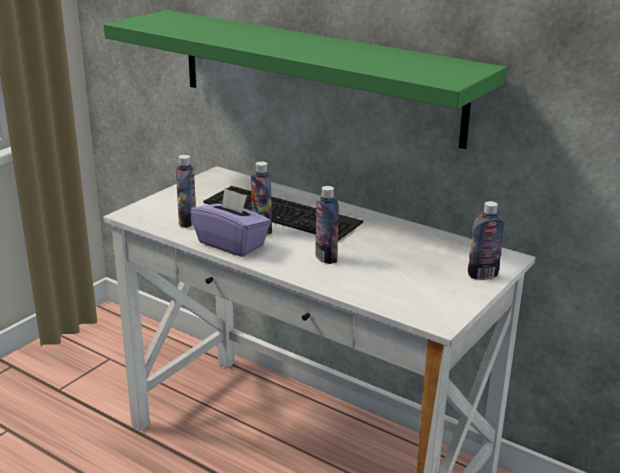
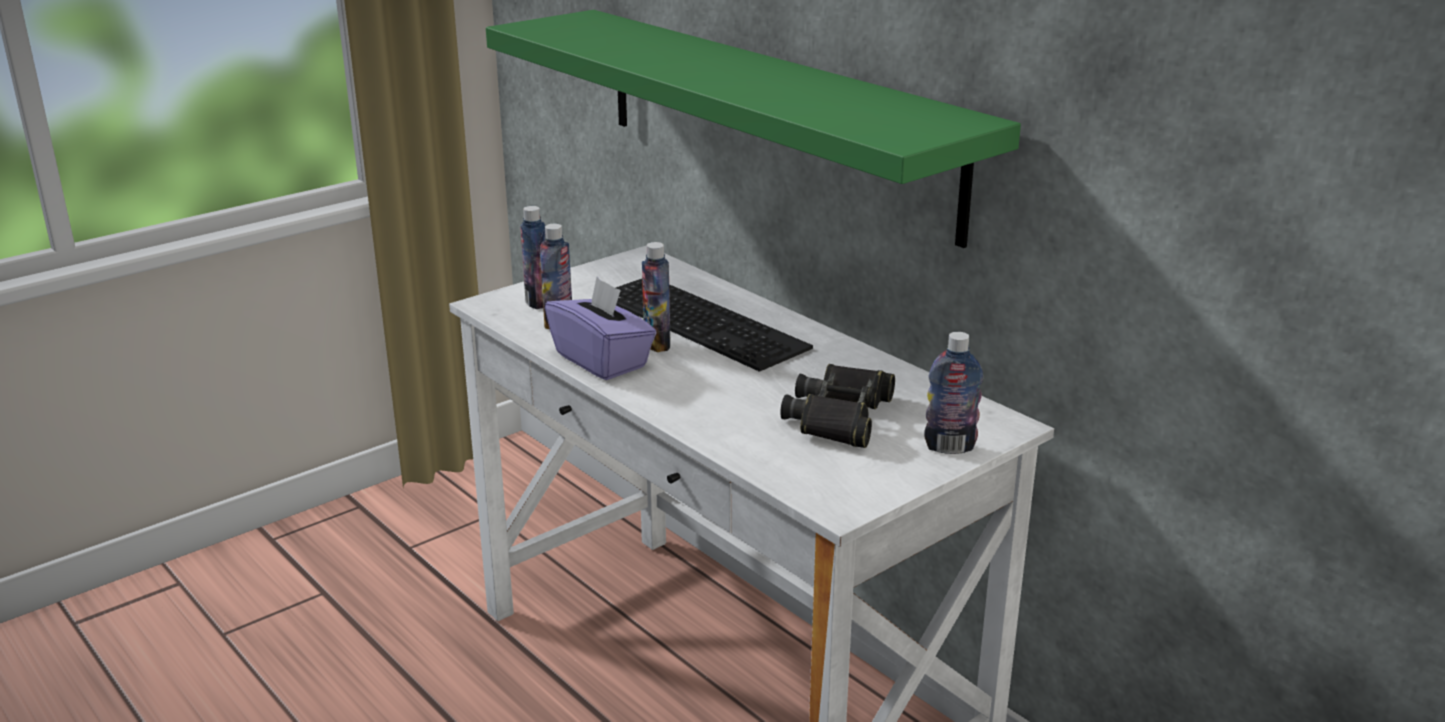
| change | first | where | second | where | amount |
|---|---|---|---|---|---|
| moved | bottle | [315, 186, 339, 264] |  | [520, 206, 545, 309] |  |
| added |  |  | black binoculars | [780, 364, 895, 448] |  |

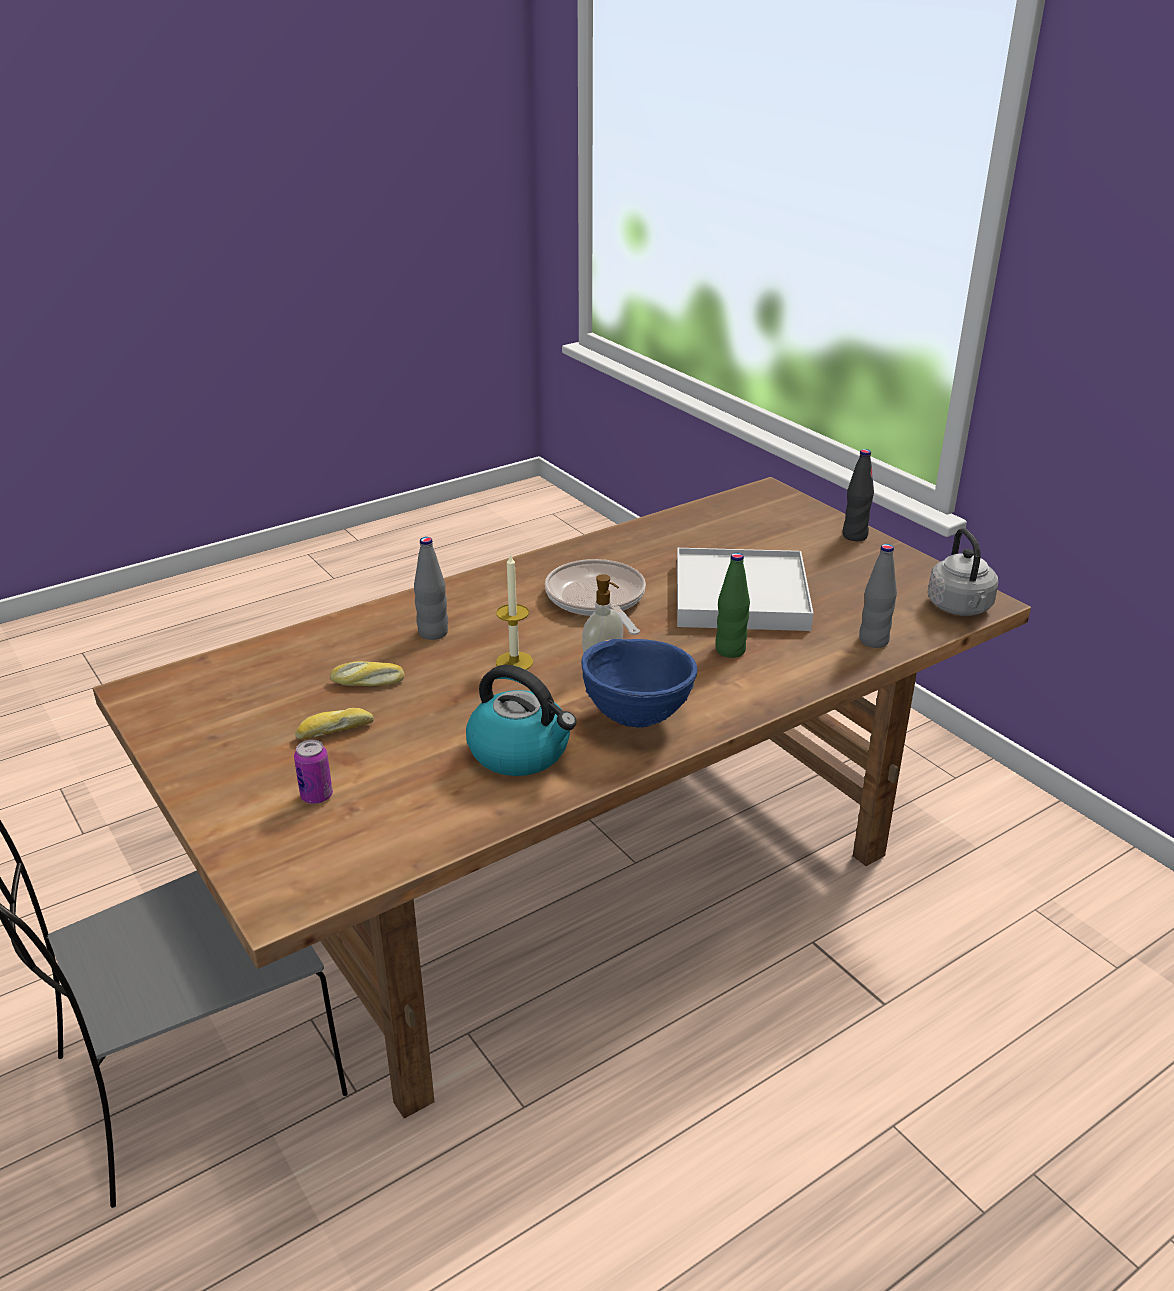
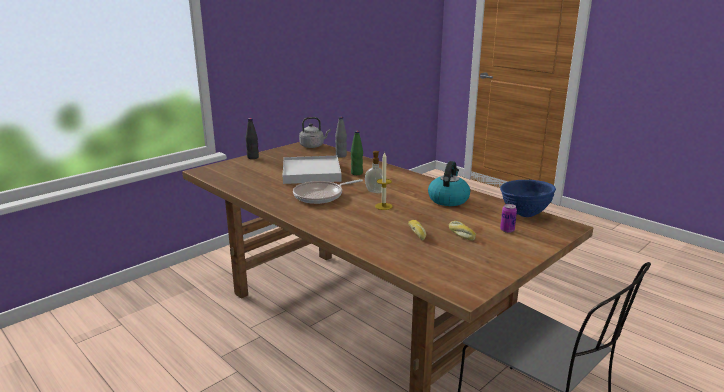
| change | first | where | second | where | amount |
|---|---|---|---|---|---|
| moved | blue bowl | [581, 639, 697, 728] |  | [500, 180, 556, 217] |  |
| removed | grey bottle | [414, 537, 448, 640] |  |  |  |

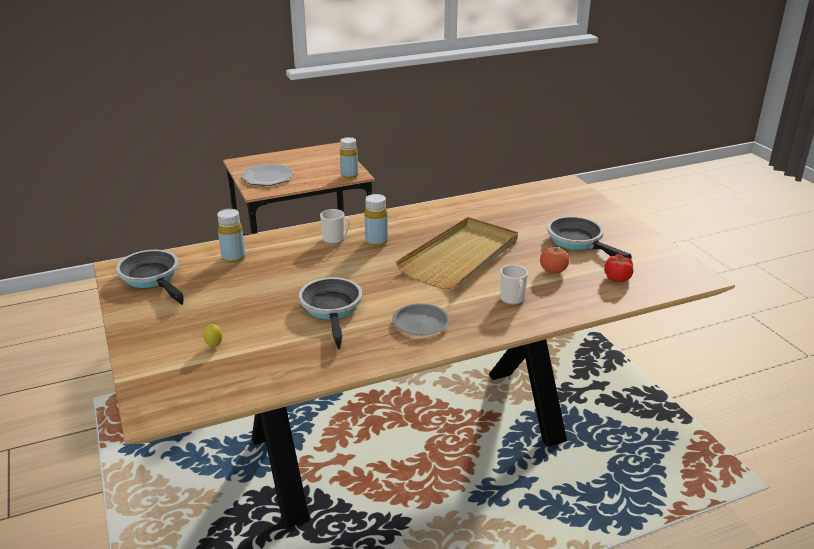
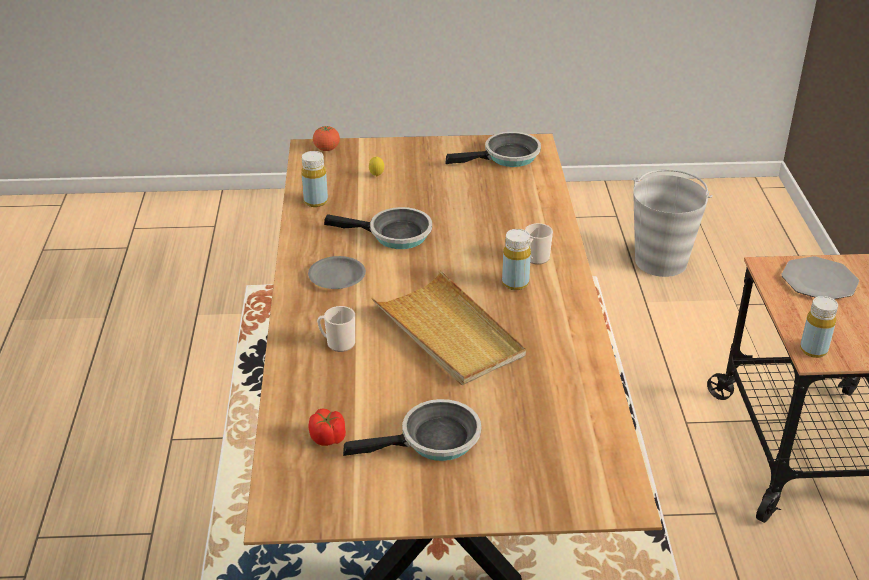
| change | first | where | second | where | amount |
|---|---|---|---|---|---|
| moved | yellow bottle | [217, 209, 245, 263] |  | [301, 151, 328, 207] |  |
| moved | tomato | [540, 247, 569, 274] |  | [313, 126, 340, 151] |  |
| added |  |  | grey bucket | [633, 169, 713, 277] |  |

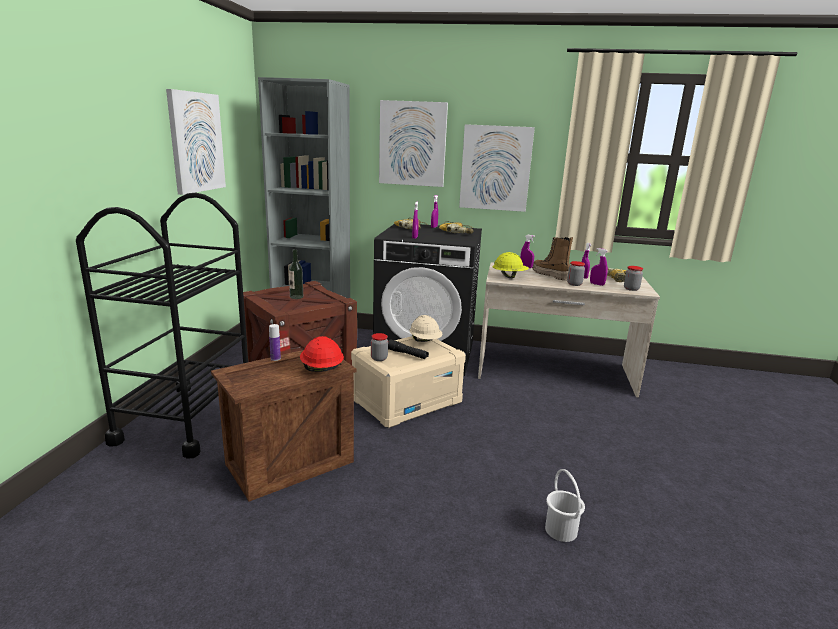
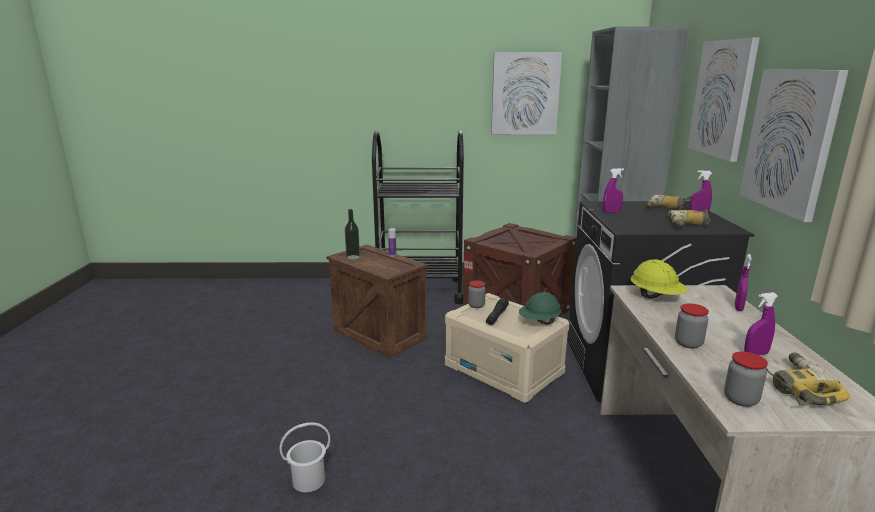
| change | first | where | second | where | amount |
|---|---|---|---|---|---|
| moved | bottle | [289, 249, 303, 299] |  | [345, 209, 360, 260] |  |
| recoloured | beige hard hat | [409, 315, 443, 342] | green hard hat | [519, 292, 561, 325] |  |
| removed | red hard hat | [300, 336, 344, 372] |  |  |  |
| removed | boot | [532, 237, 573, 281] |  |  |  |
| removed | purple spray bottle | [590, 248, 608, 286] |  |  |  |

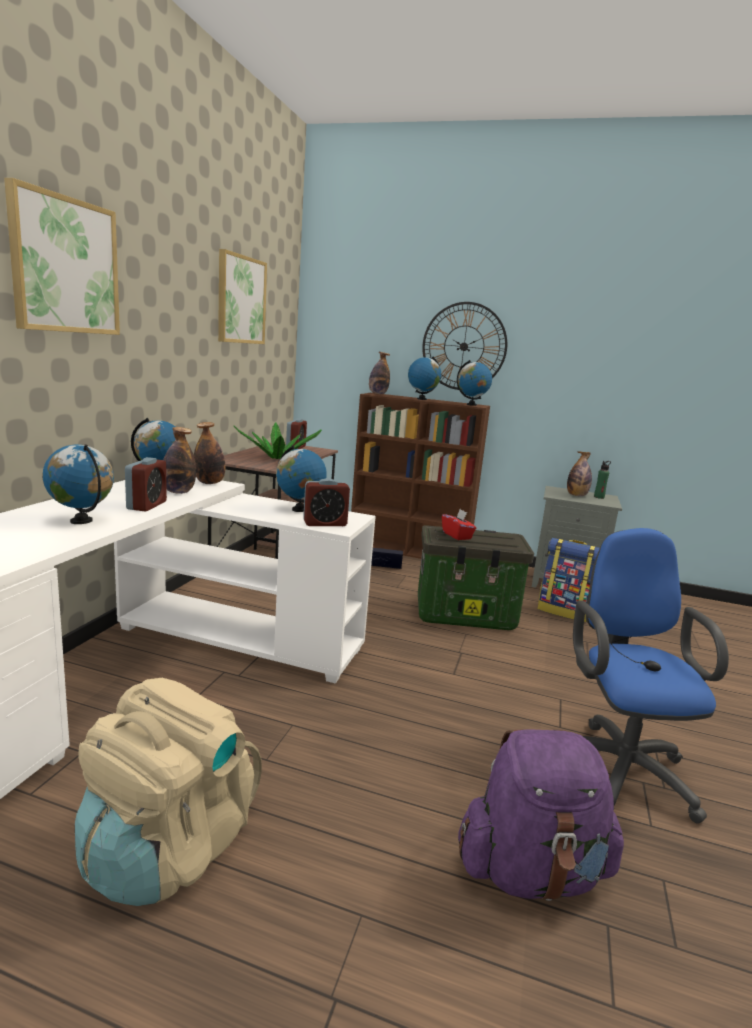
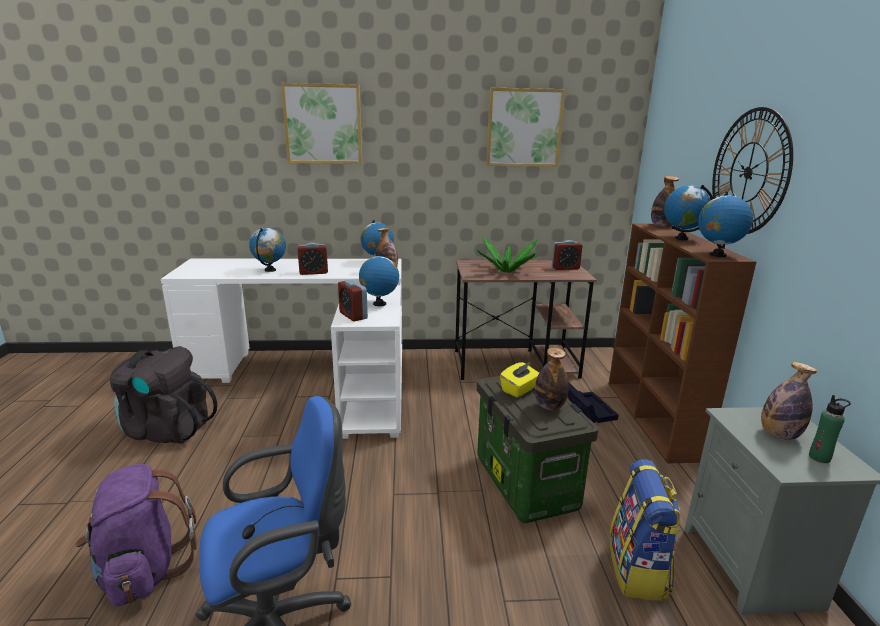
| change | first | where | second | where | amount |
|---|---|---|---|---|---|
| recoloured | beige backpack | [75, 678, 262, 906] | black backpack | [110, 346, 218, 444] |  |
| recoloured | red tissue box | [442, 509, 476, 540] | yellow tissue box | [500, 362, 539, 397] |  |
| moved | bottle | [163, 427, 196, 494] |  | [535, 347, 569, 410] |  |

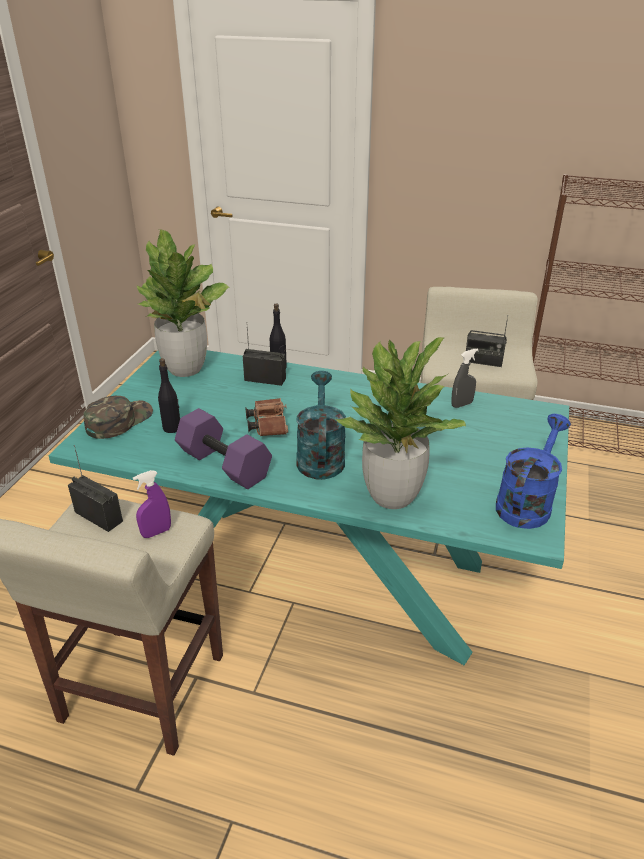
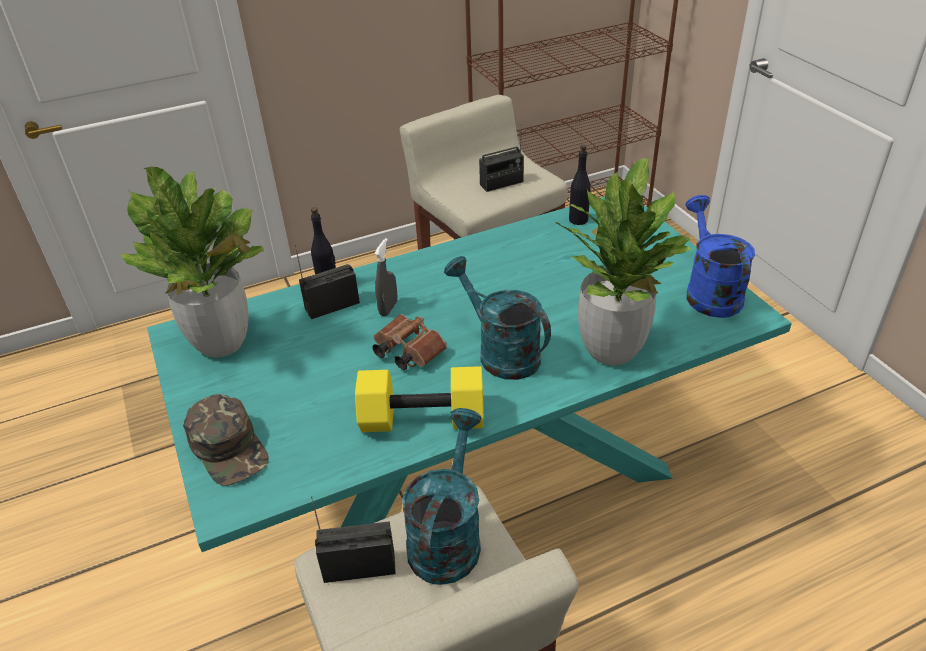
| change | first | where | second | where | amount |
|---|---|---|---|---|---|
| turned | green cap | [83, 396, 153, 439] |  | [183, 394, 269, 486] | 150 degrees clockwise |
| recoloured | purple dumbbell | [175, 408, 272, 489] | yellow dumbbell | [355, 366, 484, 432] |  |
| moved | grey spray bottle | [451, 348, 478, 408] |  | [375, 238, 397, 316] |  |
| replaced | purple spray bottle | [133, 470, 171, 538] | turquoise watering can | [402, 408, 482, 585] |  |
| moved | black bottle | [158, 358, 180, 433] |  | [569, 144, 591, 225] |  |

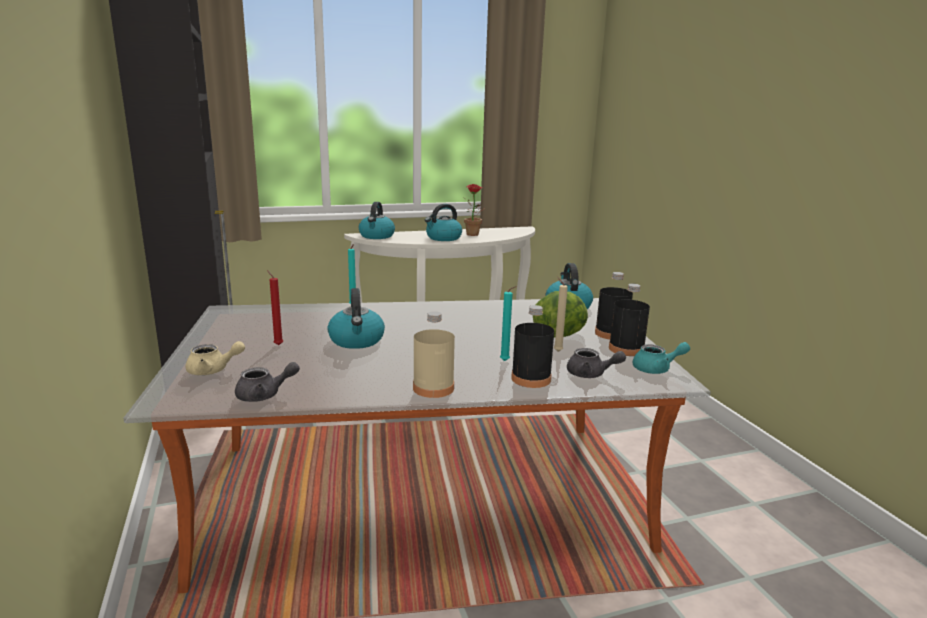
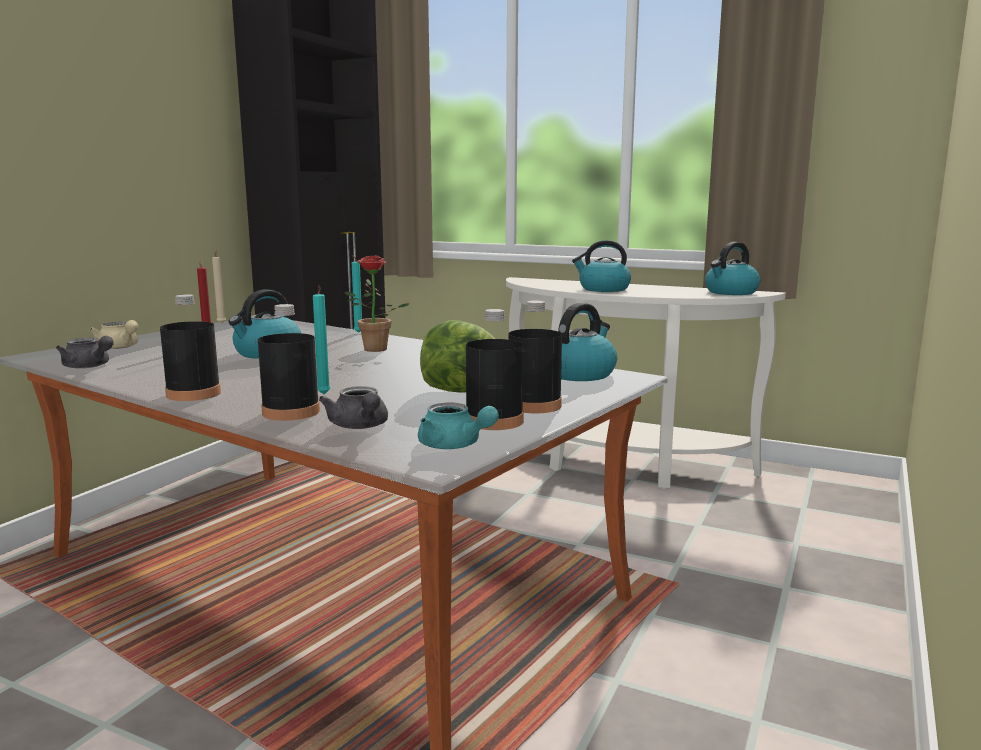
| change | first | where | second | where | amount |
|---|---|---|---|---|---|
| recoloured | beige bottle | [413, 311, 455, 398] | black bottle | [160, 294, 221, 401] |  |
| moved | beige candle | [554, 277, 568, 352] |  | [212, 249, 226, 324] |  |
| moved | potted plant | [464, 184, 485, 236] |  | [344, 255, 409, 352] |  |
| moved | kettle | [359, 202, 395, 239] |  | [705, 242, 760, 295] |  |

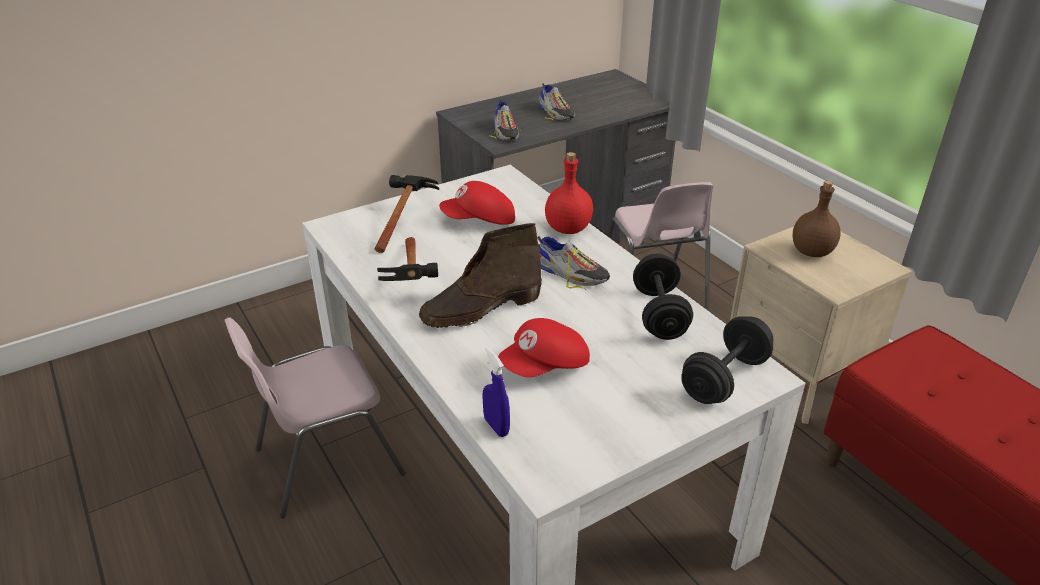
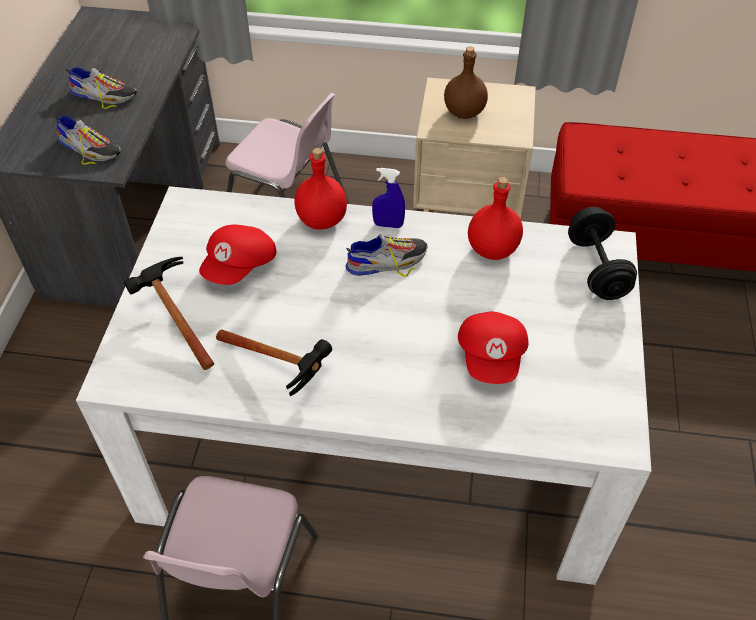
| change | first | where | second | where | amount |
|---|---|---|---|---|---|
| moved | blue spray bottle | [482, 347, 510, 437] |  | [372, 168, 405, 228] |  |
| replaced | black dumbbell | [633, 254, 693, 340] | red bottle | [468, 177, 523, 260] |  |
| removed | brown boot | [419, 223, 542, 328] |  |  |  |

